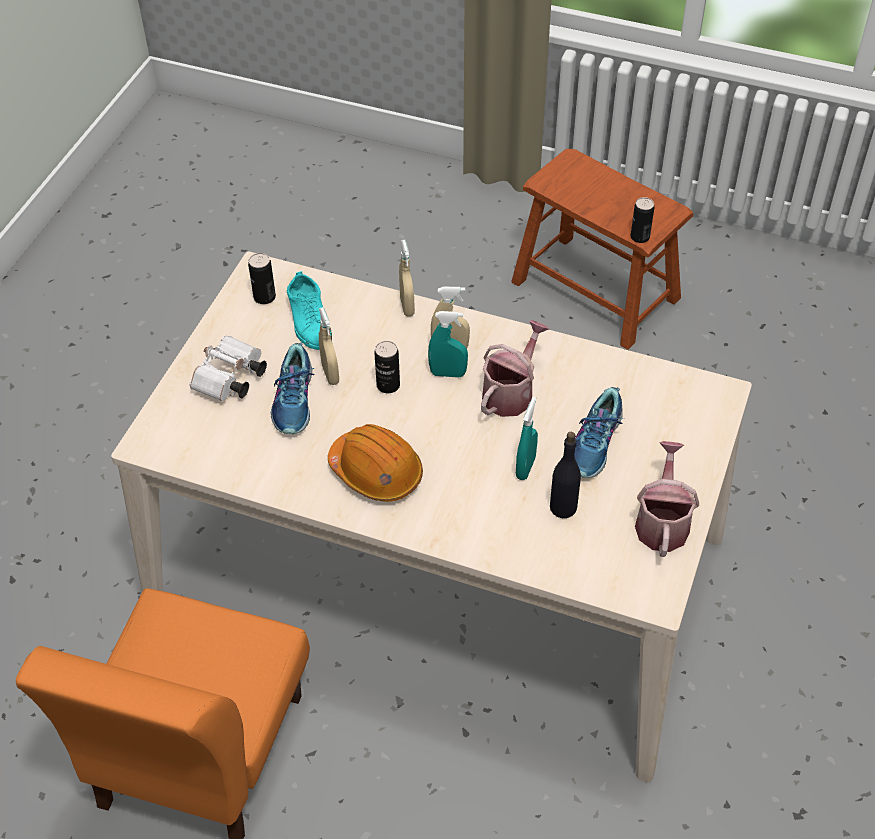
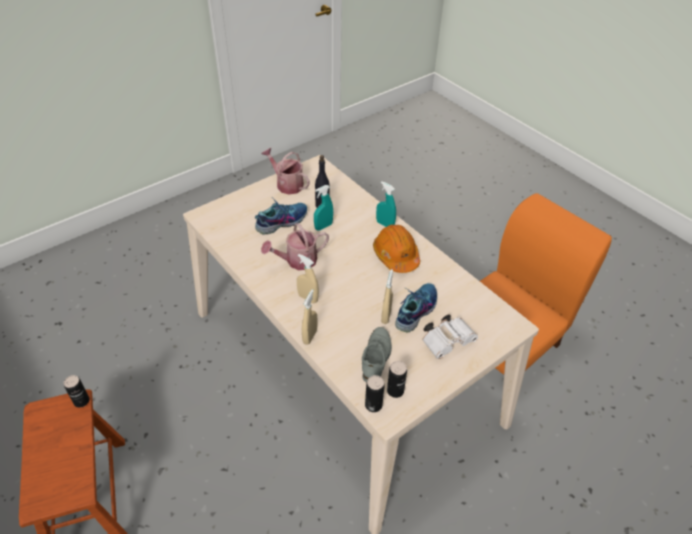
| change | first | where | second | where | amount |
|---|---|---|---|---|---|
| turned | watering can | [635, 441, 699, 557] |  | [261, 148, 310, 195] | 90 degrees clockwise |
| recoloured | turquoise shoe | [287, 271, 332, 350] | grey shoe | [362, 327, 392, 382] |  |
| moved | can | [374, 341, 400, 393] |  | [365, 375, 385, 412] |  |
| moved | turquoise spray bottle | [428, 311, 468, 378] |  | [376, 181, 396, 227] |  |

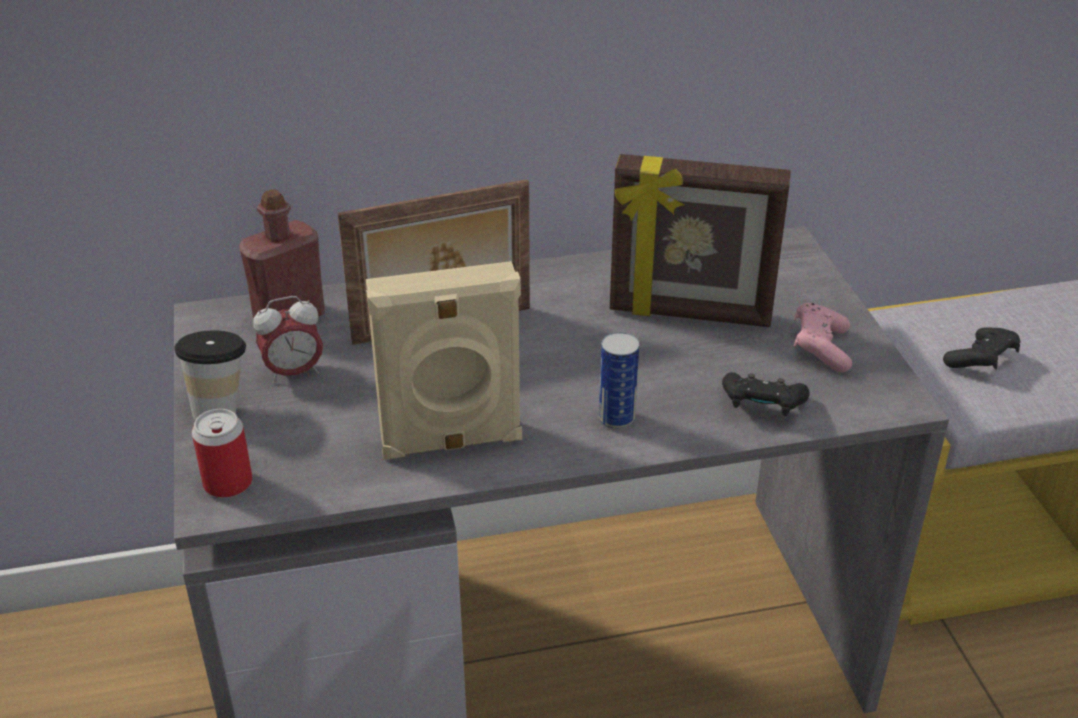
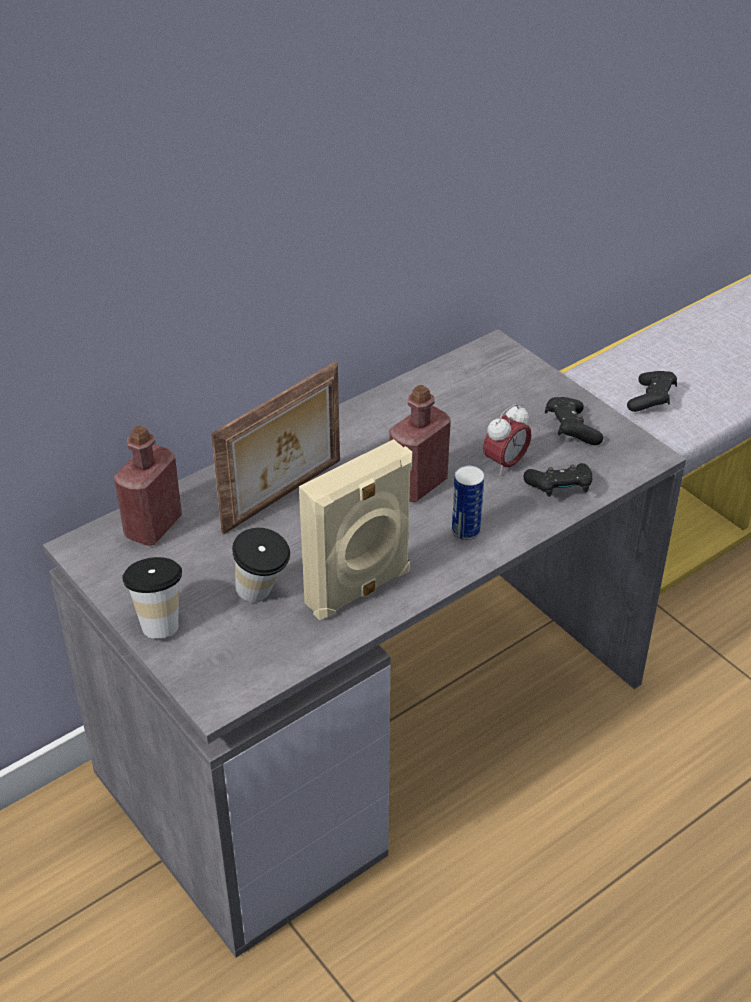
| change | first | where | second | where | amount |
|---|---|---|---|---|---|
| added |  |  | cup | [232, 528, 290, 602] |  |
| added |  |  | red bottle | [389, 385, 451, 502] |  |
| moved | alarm clock | [253, 296, 323, 384] |  | [483, 404, 532, 476] |  |
| recoloured | pink game controller | [793, 303, 852, 372] | black game controller | [545, 397, 603, 445] |  |
| removed | can | [192, 409, 252, 498] |  |  |  |
| removed | picture frame | [610, 154, 791, 327] |  |  |  |

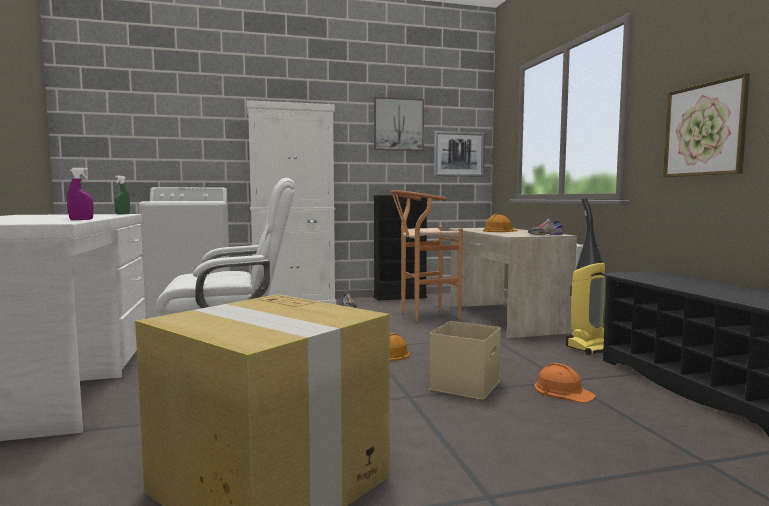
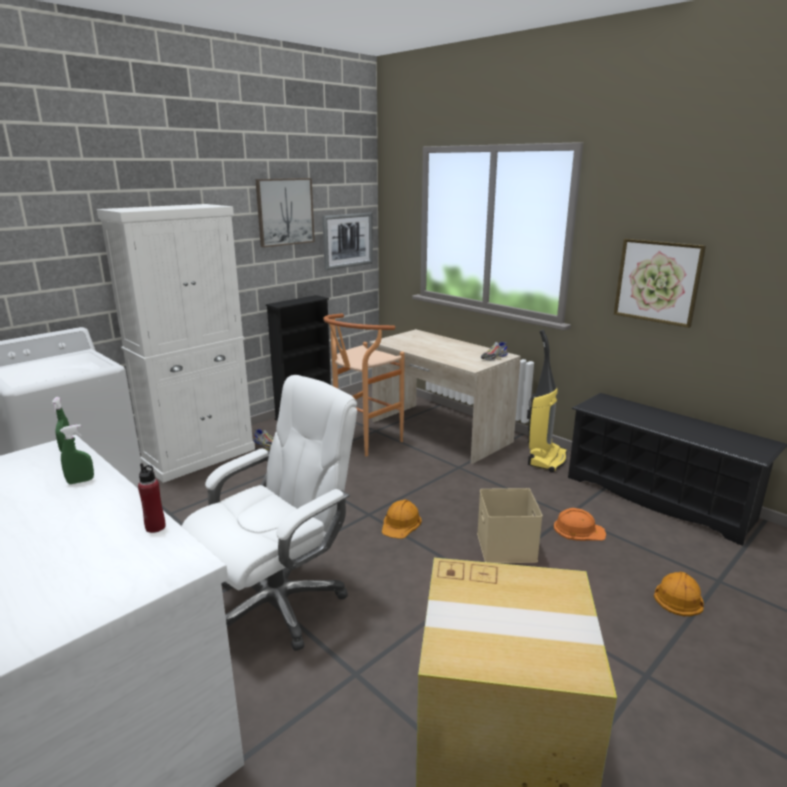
| change | first | where | second | where | amount |
|---|---|---|---|---|---|
| added |  |  | green spray bottle | [60, 424, 94, 484] |  |
| replaced | purple spray bottle | [67, 168, 94, 220] | red bottle | [138, 463, 166, 533] |  |
| moved | orange hard hat | [483, 214, 518, 232] |  | [654, 572, 704, 616] |  |

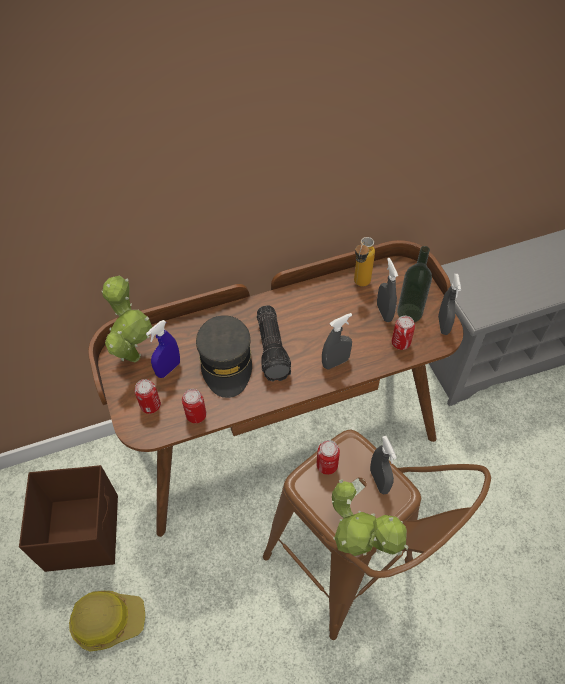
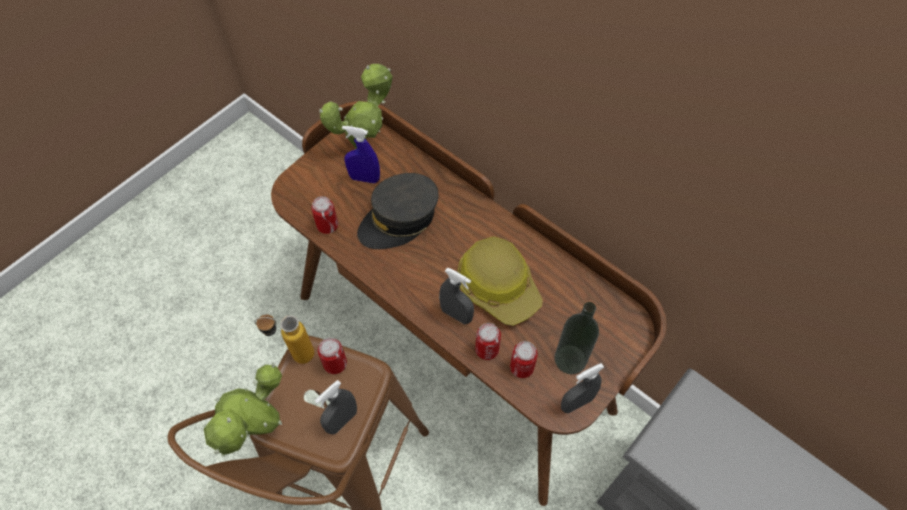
| change | first | where | second | where | amount |
|---|---|---|---|---|---|
| moved | bottle | [354, 237, 375, 287] |  | [254, 314, 314, 364] |  |
| moved | hard hat | [69, 591, 145, 652] |  | [457, 236, 543, 326] |  |
| moved | can | [135, 379, 161, 414] |  | [475, 323, 501, 360] |  |
| removed | brown storage box | [19, 465, 118, 572] |  |  |  |
| removed | flashlight | [257, 305, 291, 381] |  |  |  |
| removed | grey spray bottle | [377, 258, 398, 322] |  |  |  |

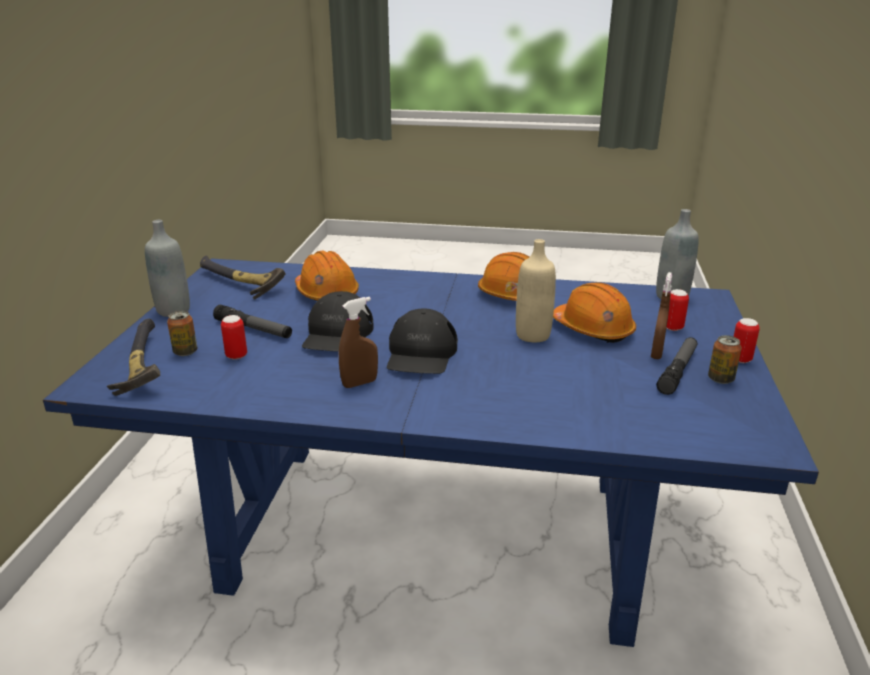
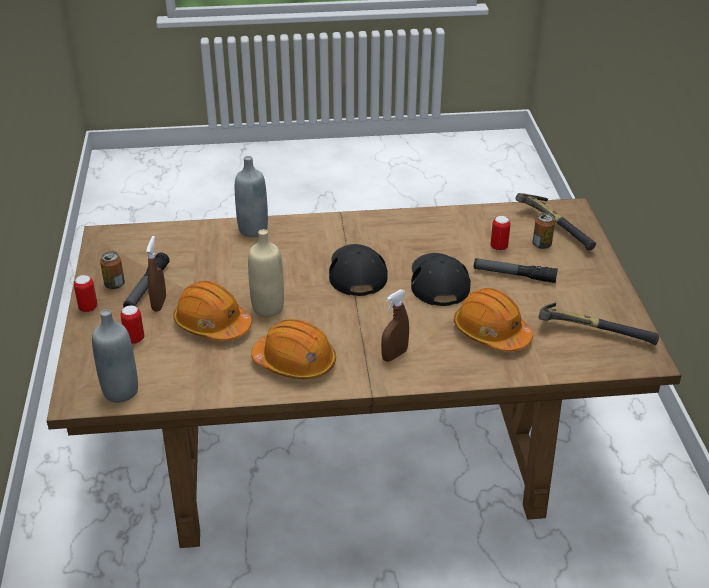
| change | first | where | second | where | amount |
|---|---|---|---|---|---|
| recoloured | blue dining table | [43, 258, 819, 647] | brown dining table | [47, 198, 682, 548] |  |
| moved | grey bottle | [145, 220, 190, 317] |  | [235, 156, 268, 237] |  |
| moved | brown spray bottle | [339, 297, 378, 388] |  | [381, 290, 409, 362] |  |

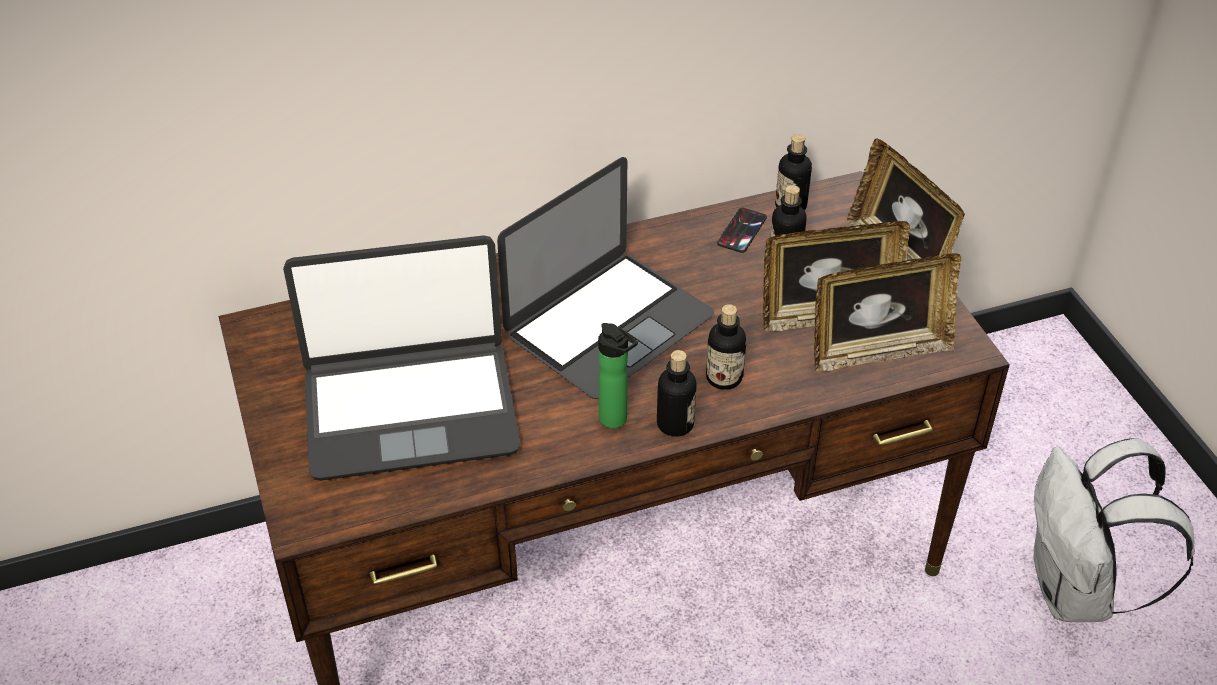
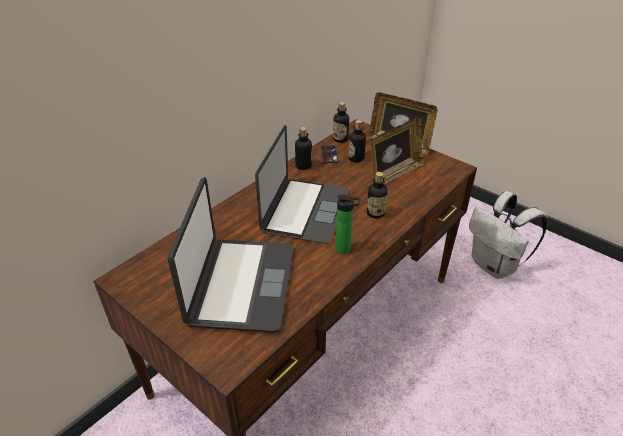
| change | first | where | second | where | amount |
|---|---|---|---|---|---|
| turned | laptop | [283, 235, 520, 481] |  | [168, 177, 294, 333] | 45 degrees counterclockwise |
| moved | bottle | [657, 350, 697, 437] |  | [295, 127, 312, 170] |  |
| removed | picture frame | [814, 253, 961, 372] |  |  |  |

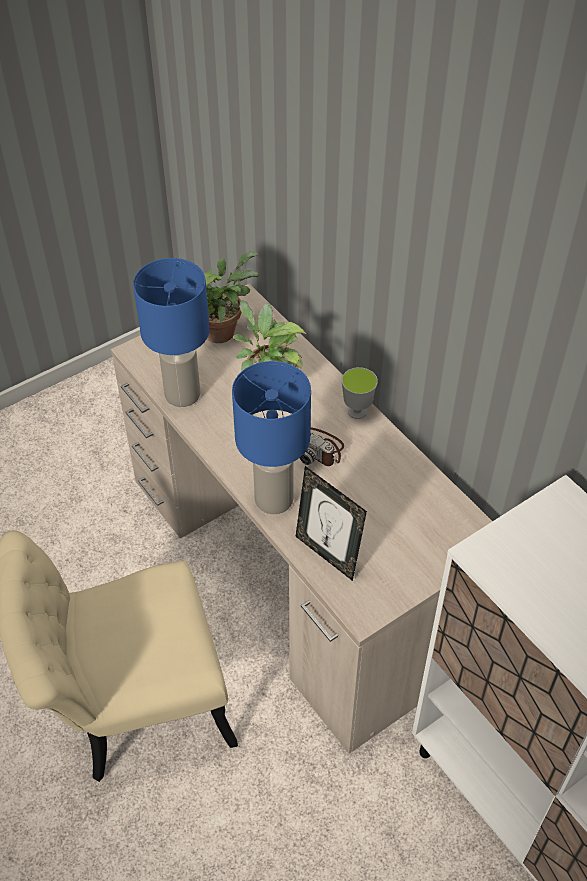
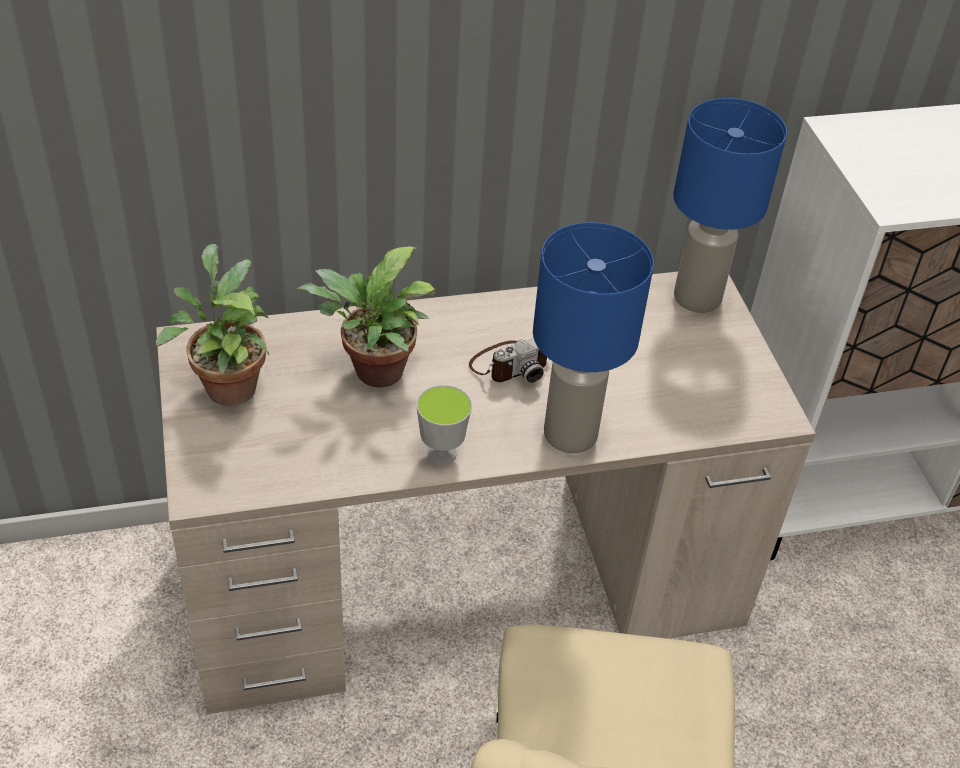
| change | first | where | second | where | amount |
|---|---|---|---|---|---|
| moved | cup | [342, 367, 378, 419] |  | [417, 385, 472, 465] |  |
| moved | blue table lamp | [133, 258, 210, 407] |  | [673, 98, 787, 313] |  |
| removed | picture frame | [295, 466, 367, 581] |  |  |  |

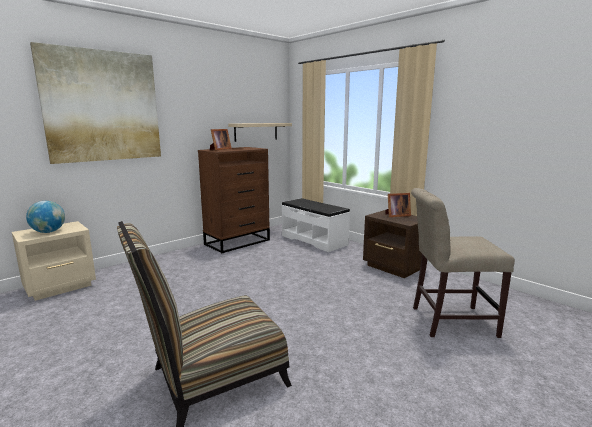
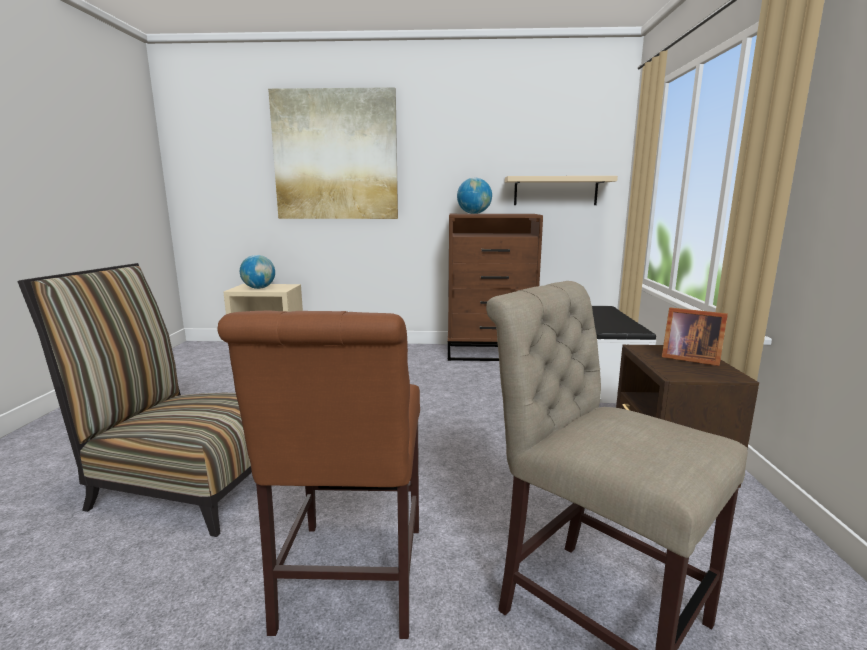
| change | first | where | second | where | amount |
|---|---|---|---|---|---|
| added |  |  | brown chair | [217, 310, 420, 639] |  |
| replaced | picture frame | [210, 129, 232, 150] | globe | [457, 178, 492, 214] |  |

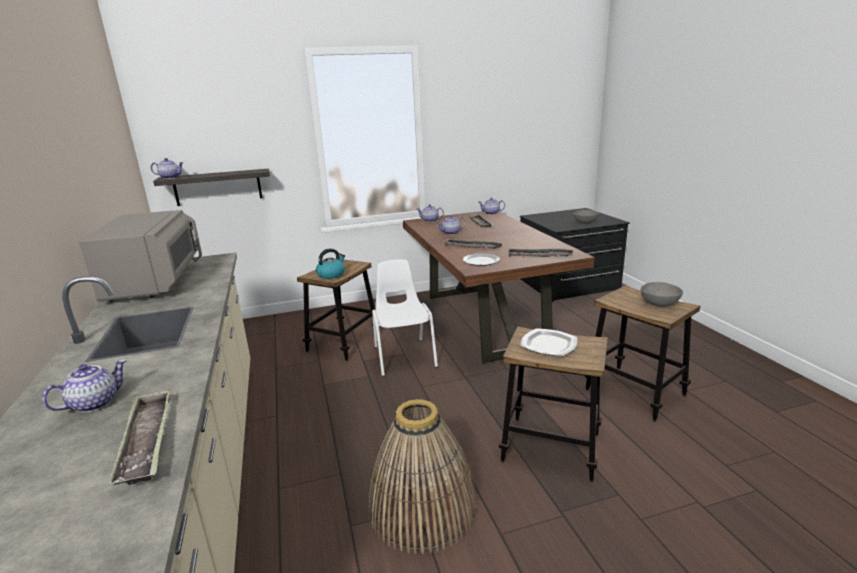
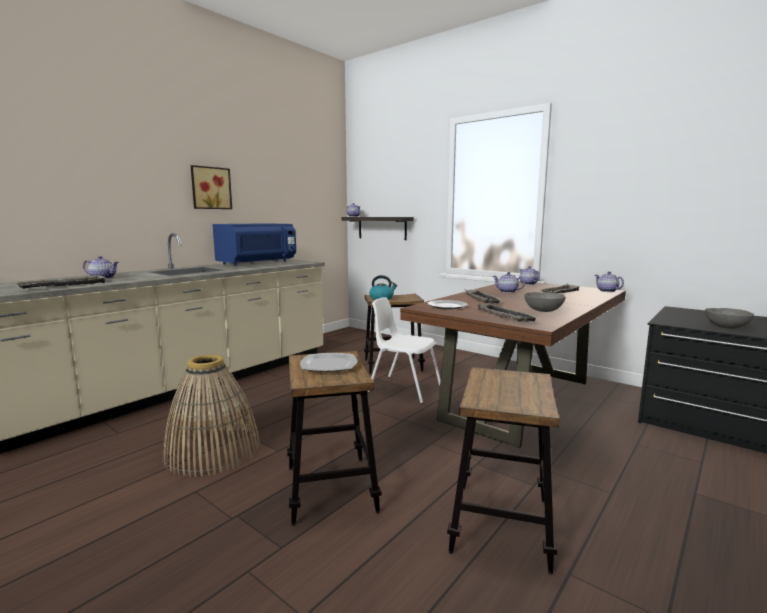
| change | first | where | second | where | amount |
|---|---|---|---|---|---|
| added |  |  | picture | [191, 165, 232, 209] |  |
| recoloured | grey microwave | [79, 210, 202, 302] | blue microwave | [213, 224, 296, 266] |  |
| turned | white chair | [372, 259, 438, 376] |  | [367, 297, 441, 404] | 105 degrees counterclockwise |
| moved | grey bowl | [641, 282, 683, 307] |  | [524, 292, 566, 312] |  |

